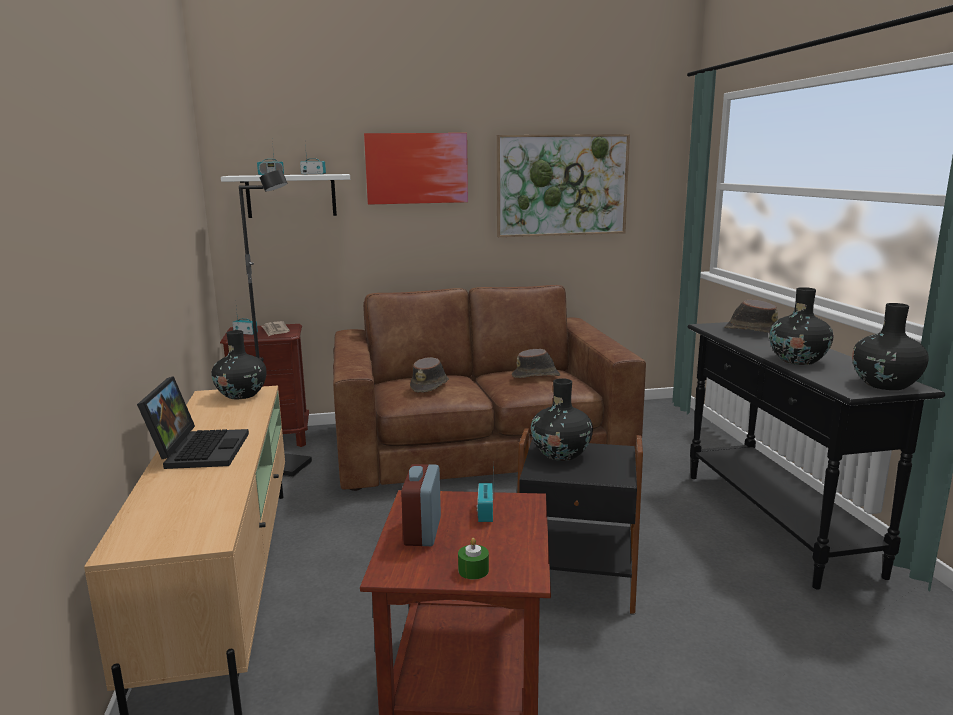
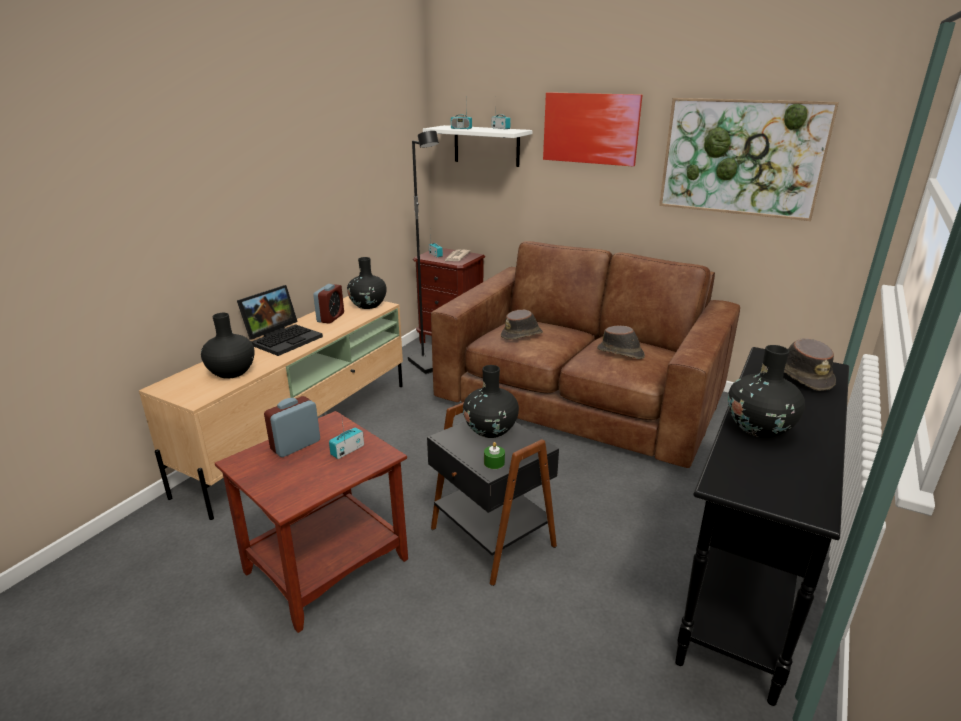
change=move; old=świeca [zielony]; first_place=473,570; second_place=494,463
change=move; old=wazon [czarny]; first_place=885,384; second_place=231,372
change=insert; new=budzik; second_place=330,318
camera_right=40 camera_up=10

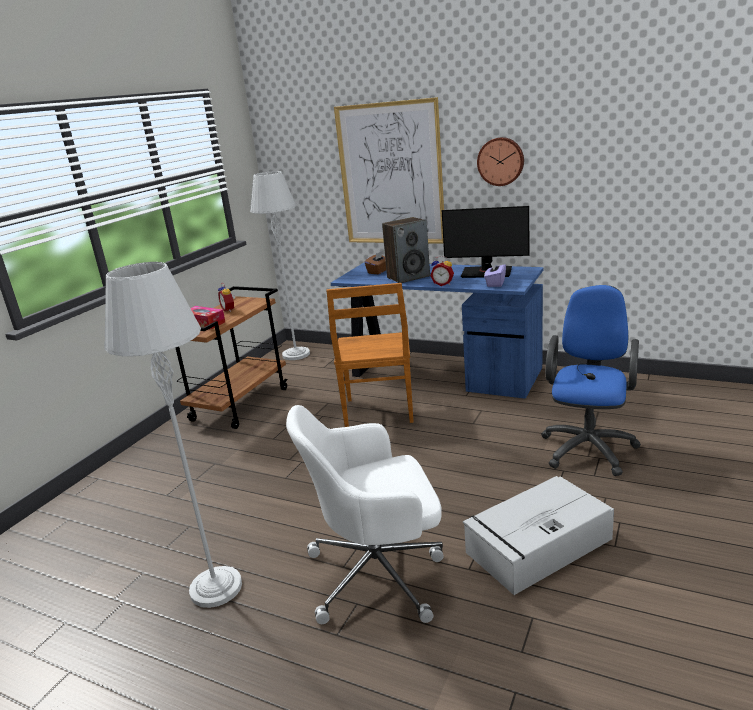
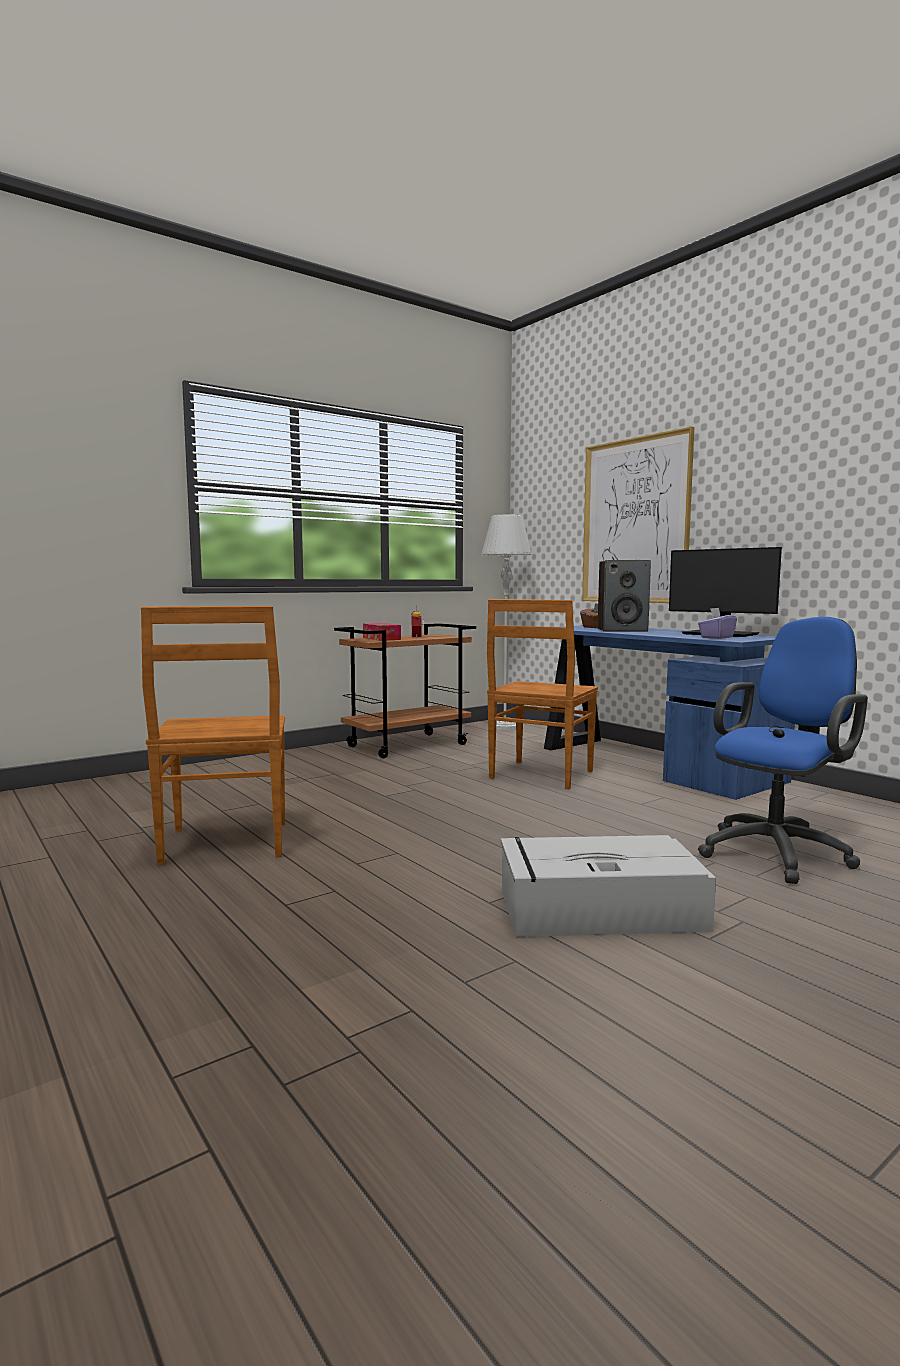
change=replace; old=lampa stojąca [szary]; new=krzesło [brązowy]; first_place=216,588; second_place=225,844
change=delete; old=krzesło biurowe [biały]; first_place=379,573
change=delete; old=budzik; first_place=443,284
change=delete; old=zegar ścienny; first_place=501,161
camera_right=25 camera_up=-15

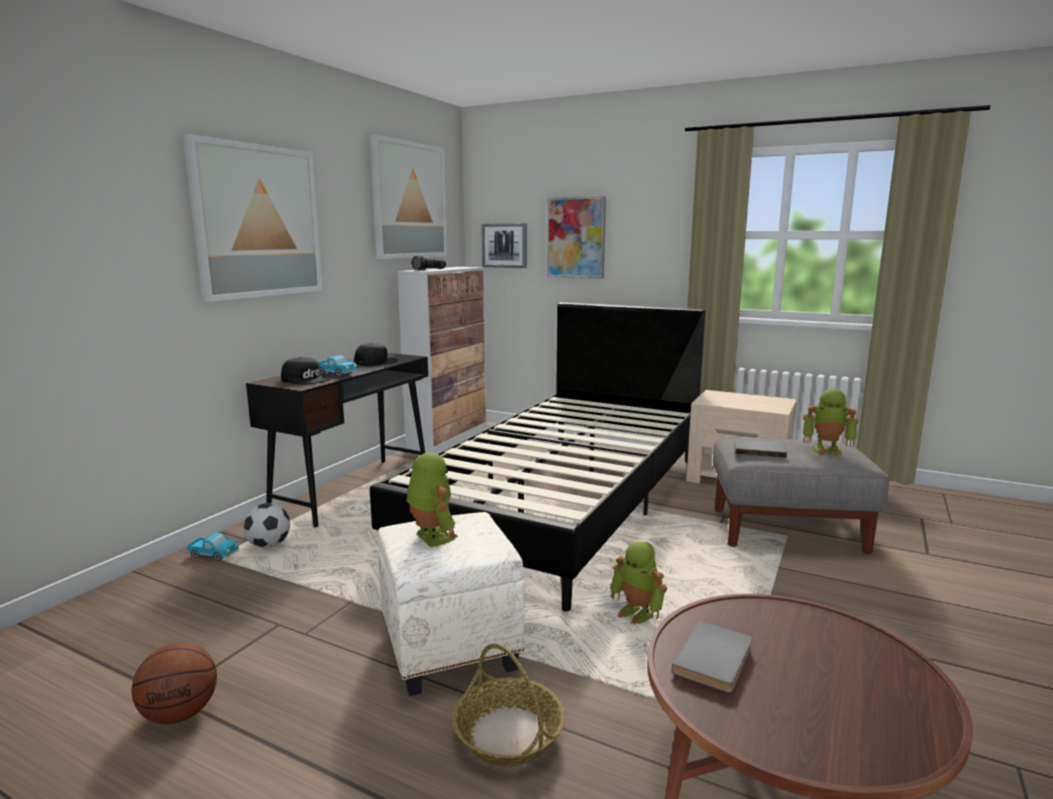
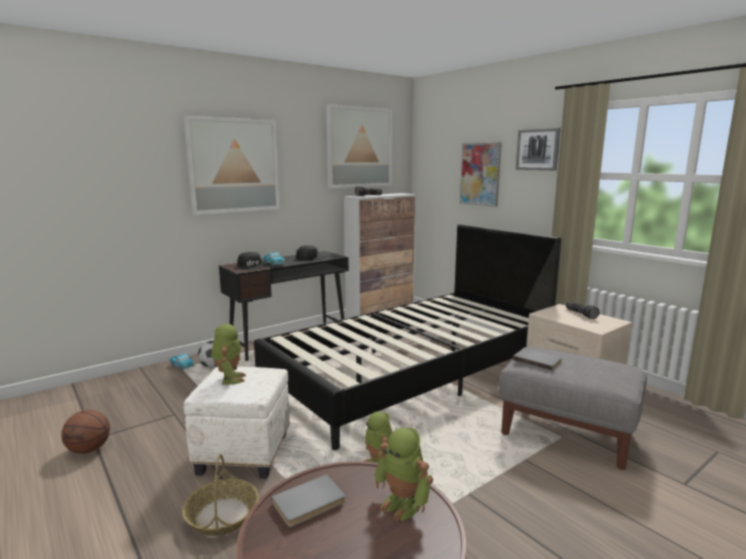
change=move; old=obraz; first_place=504,245; second_place=538,149
change=move; old=robot zabawkowy; first_place=827,450; second_place=403,504
change=insert; new=latarka; second_place=581,314
camera_right=25 camera_up=0

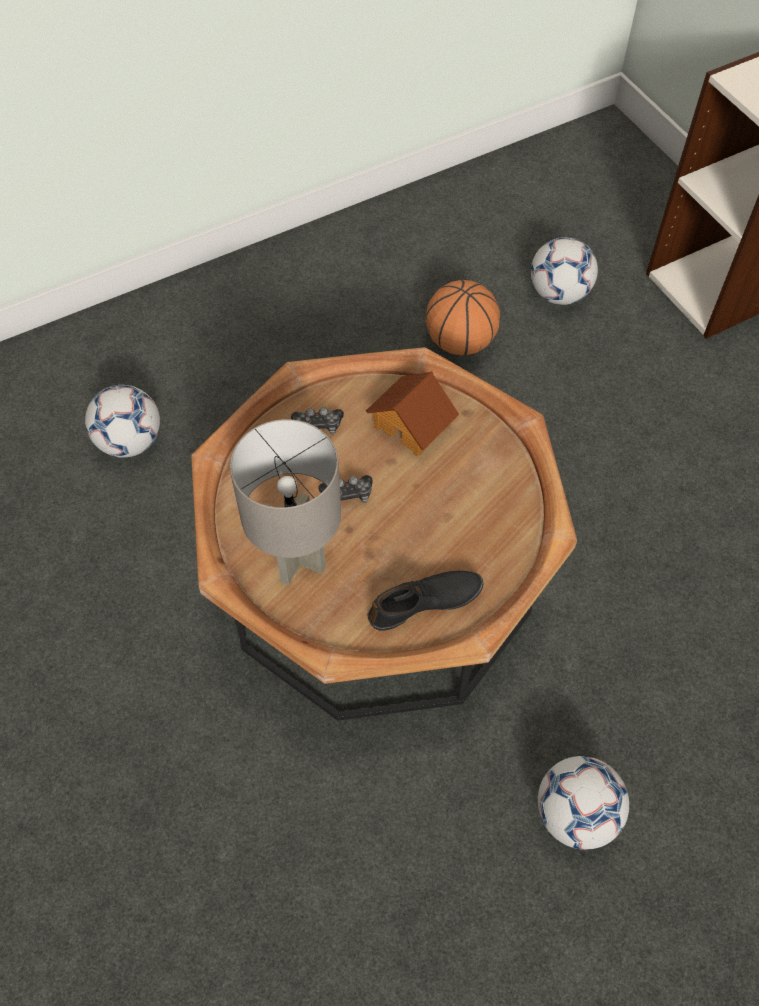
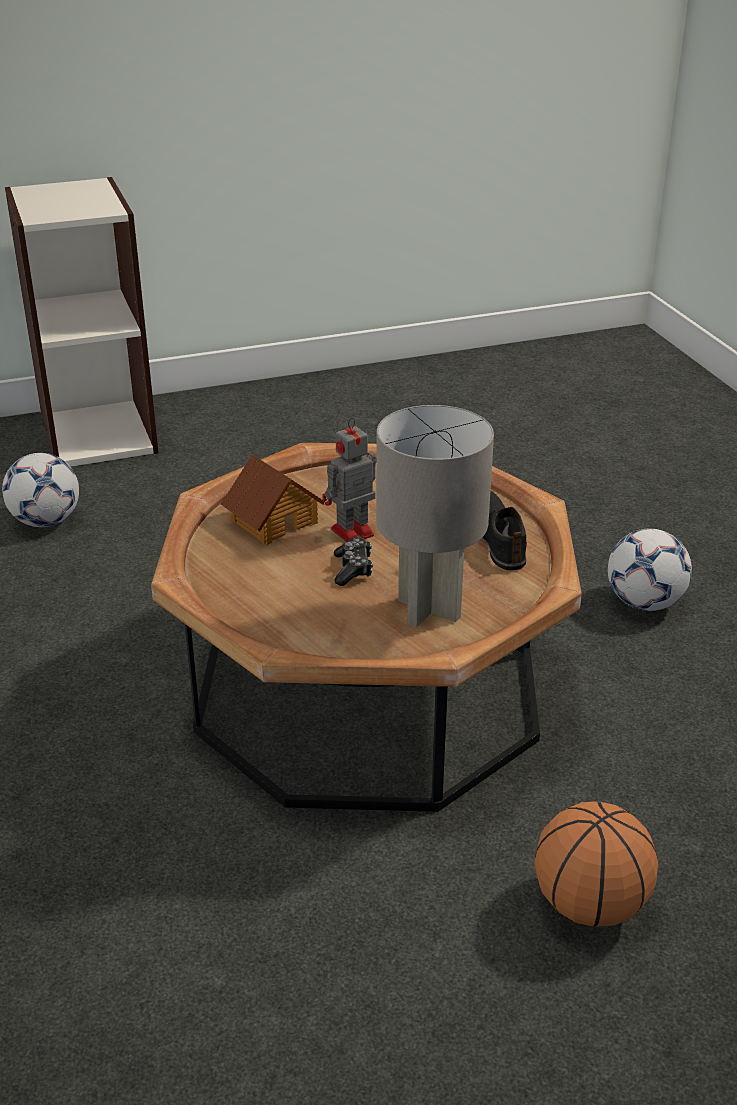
change=delete; old=piłka futbolowa; first_place=130,442
change=delete; old=pad do gier; first_place=318,426
change=move; old=piłka do koszykówki; first_place=460,342; second_place=590,905
change=insert; new=robot zabawkowy; second_place=350,533
camera_right=-80 camera_up=-25

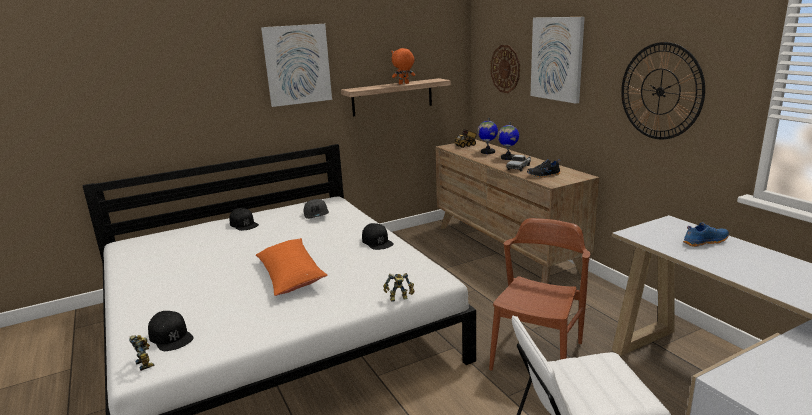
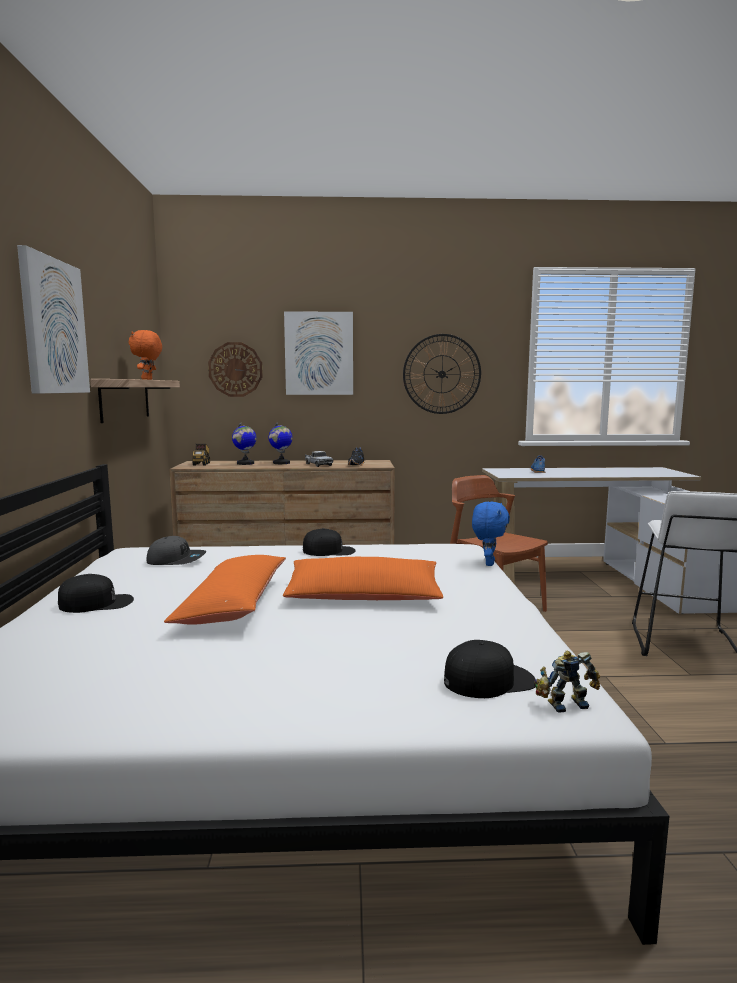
change=replace; old=robot zabawkowy; new=pluszak [niebieski]; first_place=399,298; second_place=488,563
change=insert; new=poduszka [pomarańczowy]; second_place=233,604
camera_right=-65 camera_up=-10

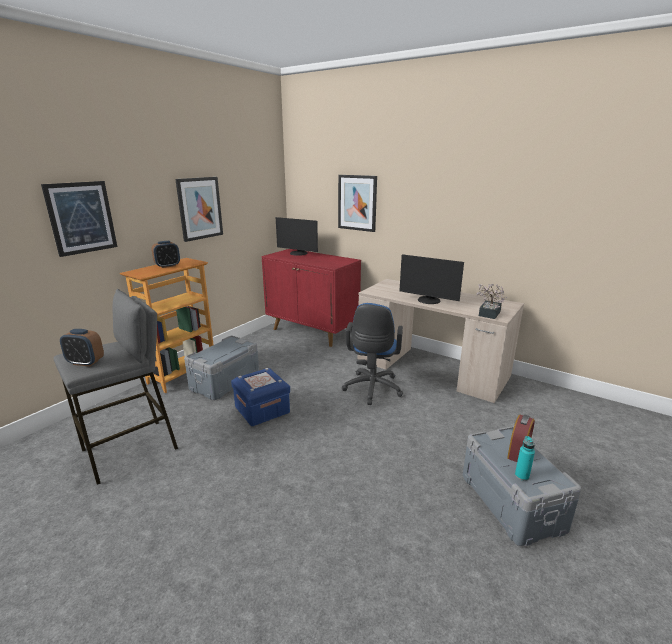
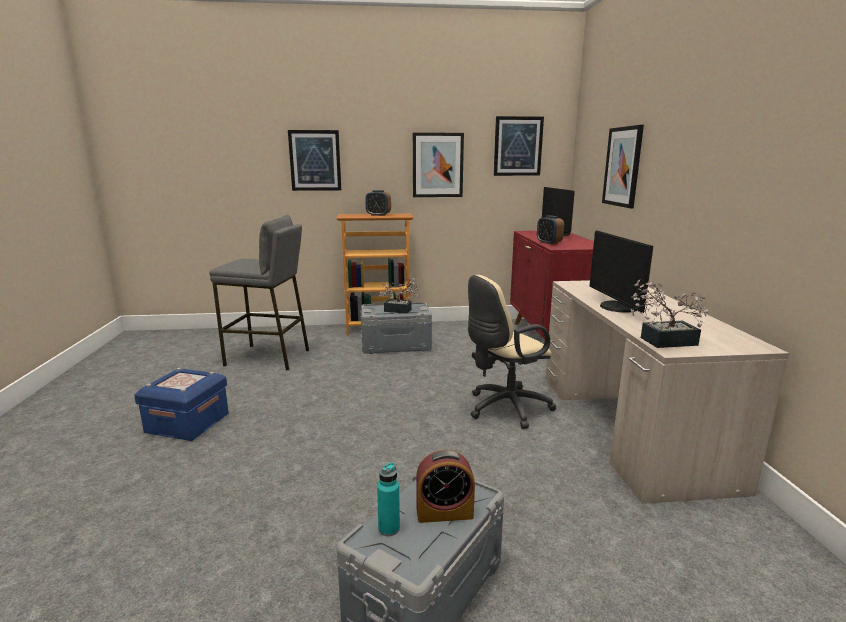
change=move; old=budzik; first_place=85,362; second_place=549,243
change=move; old=pojemnik do przechowywania [niebieski]; first_place=262,410; second_place=187,423
change=recolor; old=krzesło biurowe [niebieski]; new=krzesło biurowe [beżowy]; first_place=372,390; second_place=504,408
change=insert; new=roślina doniczkowa; second_place=401,310
change=insert; new=obraz; second_place=518,146
camera_right=50 camera_up=-5

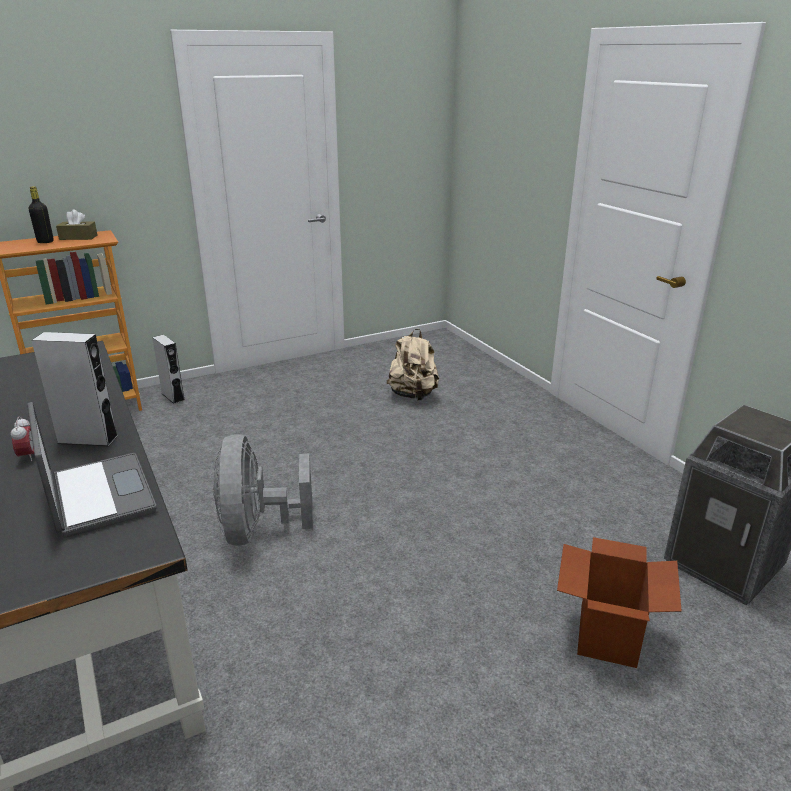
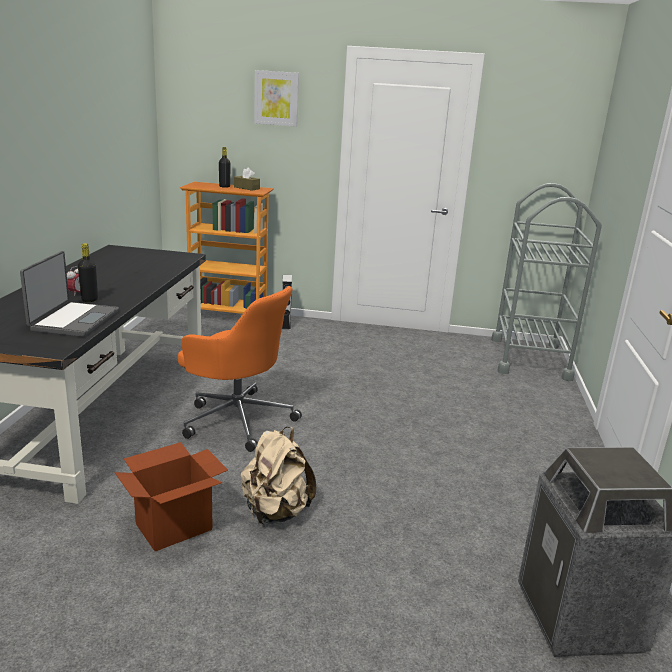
change=delete; old=głośnik [szary]; first_place=88,439
change=replace; old=wentylator [szary]; new=krzesło biurowe [pomarańczowy]; first_place=258,530; second_place=237,419
change=move; old=plecak [beżowy]; first_place=413,395; second_place=275,512
change=move; old=karton; first_place=607,634; second_place=174,526
change=insert; new=butelka [czarny]; second_place=89,299
change=insert; new=obraz; second_place=276,98
change=insert; new=wózek [szary]; second_place=529,358
camera_right=35 camera_up=-5

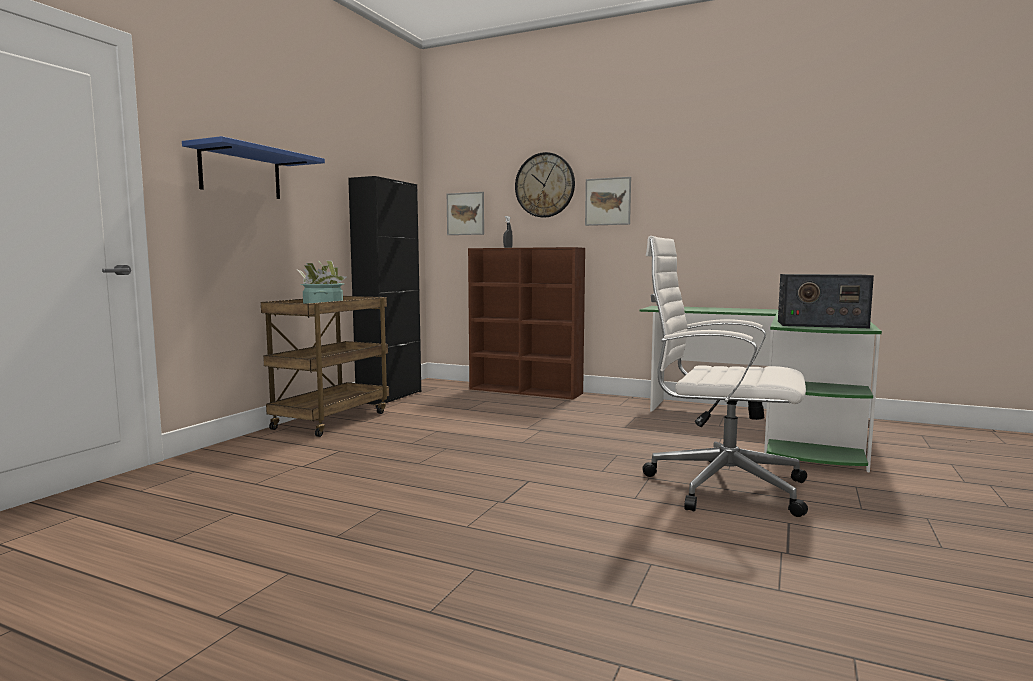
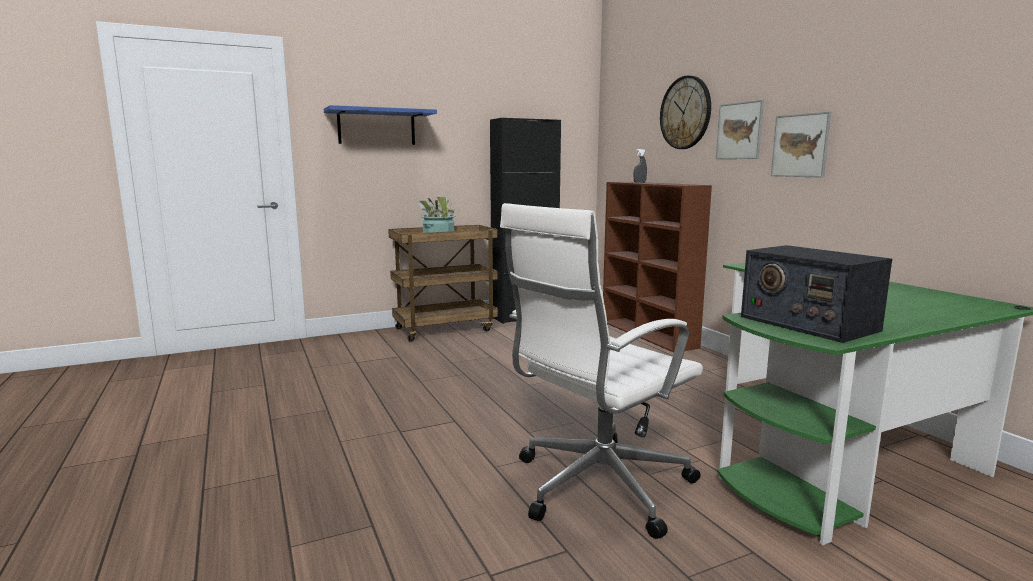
change=move; old=obraz; first_place=465,213; second_place=800,145
change=rotate; old=krzesło biurowe [biały]; first_place=720,485; second_place=597,486; degrees=-105
camera_right=40 camera_up=5

